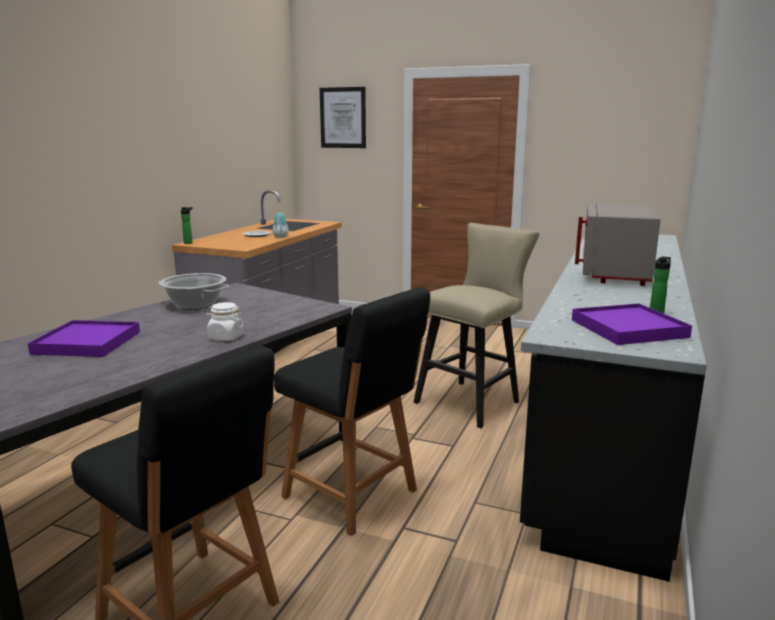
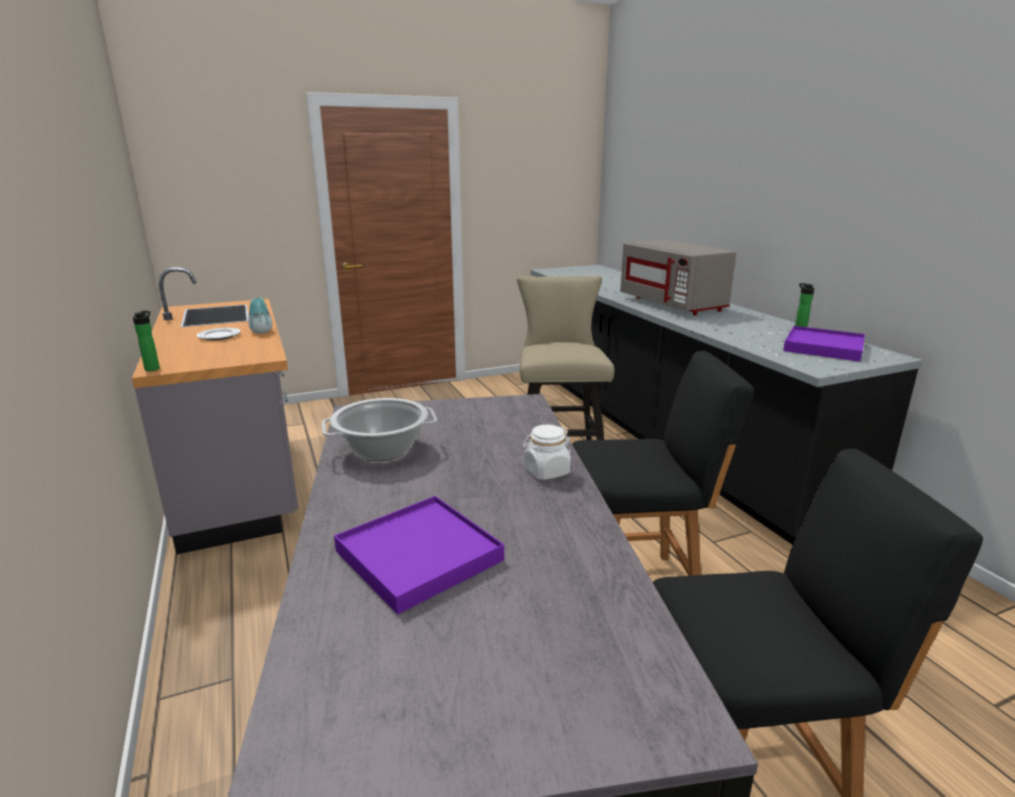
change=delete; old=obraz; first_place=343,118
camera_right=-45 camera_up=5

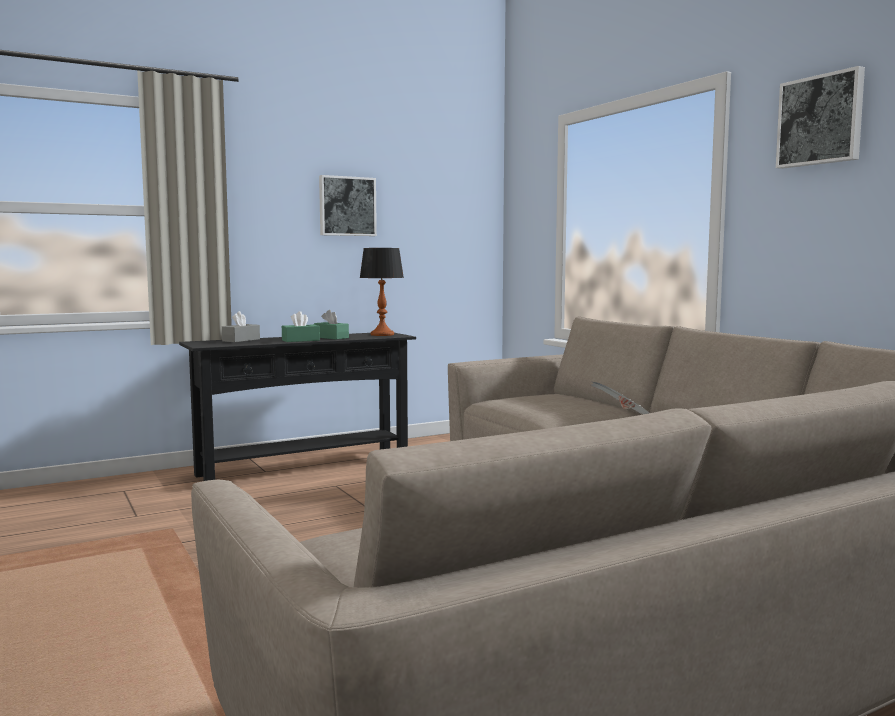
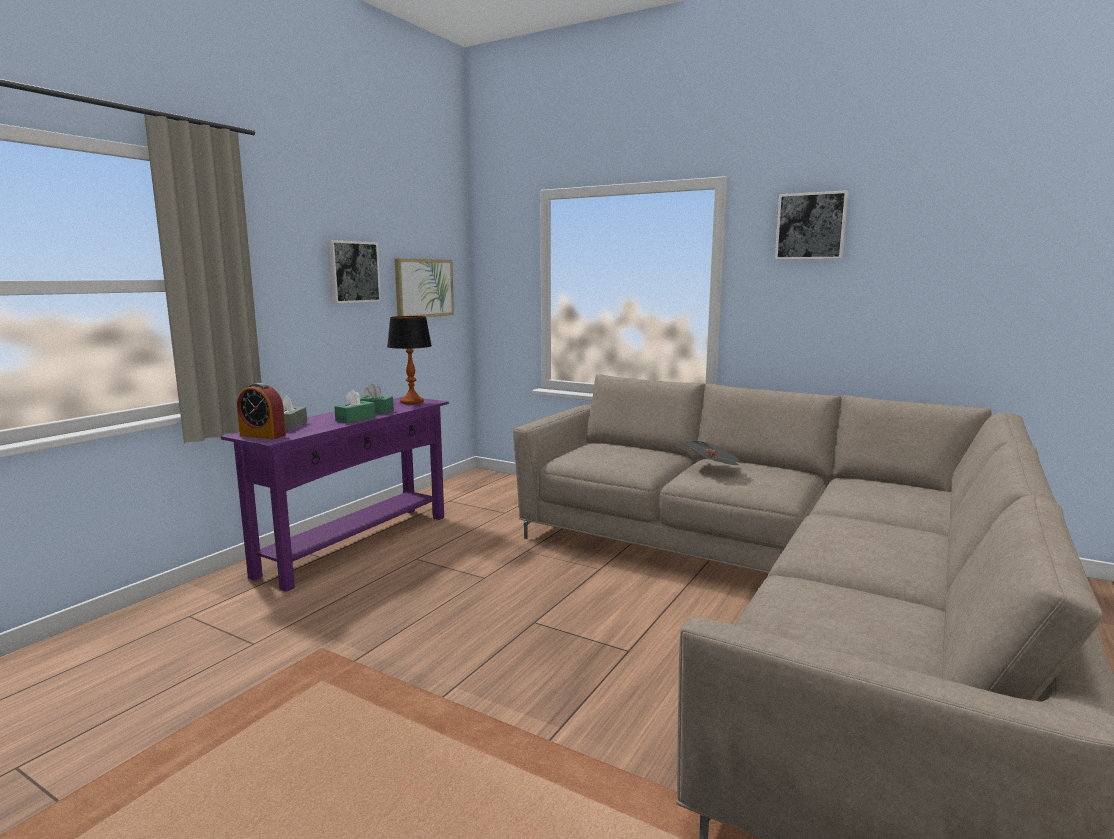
change=recolor; old=stolik konsolowy [czarny]; new=stolik konsolowy [fioletowy]; first_place=304,467; second_place=356,544
change=insert; new=budzik; second_place=263,435
change=insert; new=obraz; second_place=424,288
camera_right=-30 camera_up=5

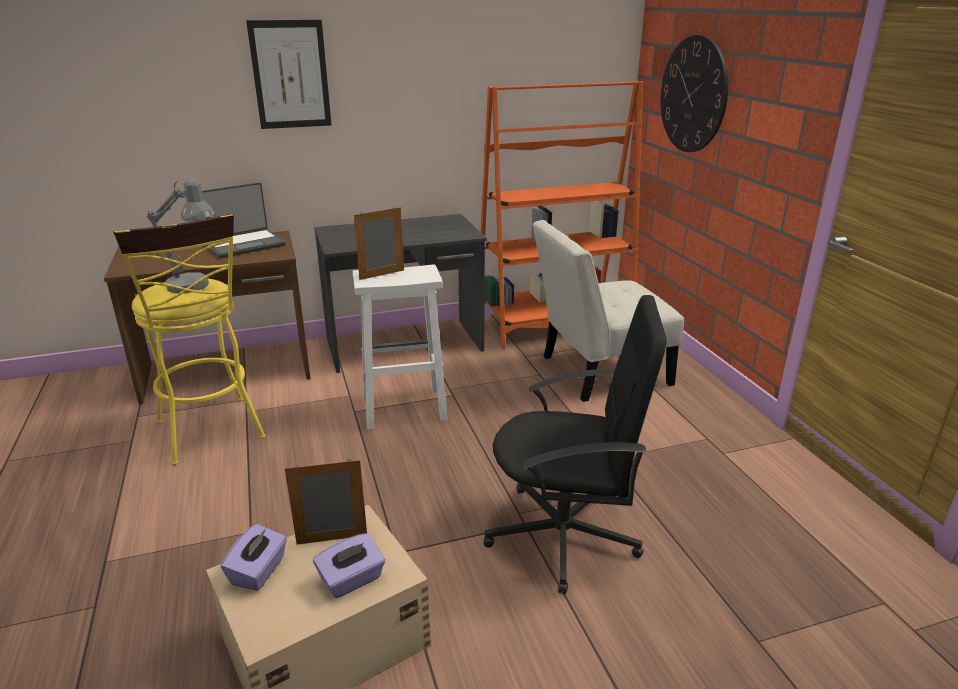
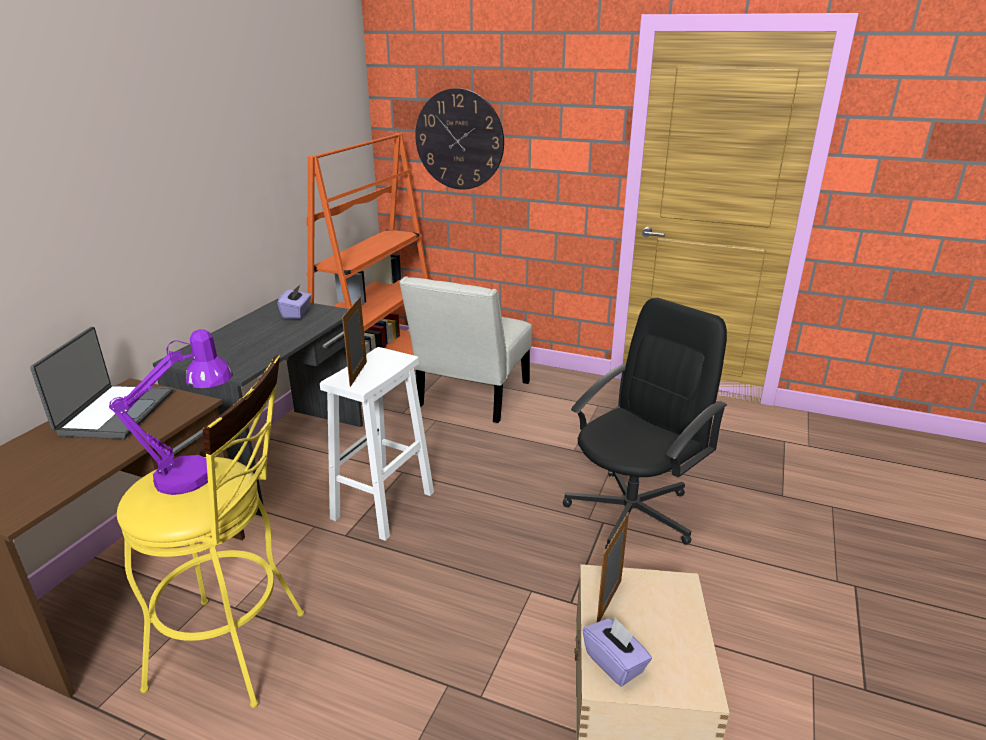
change=recolor; old=lampa stołowa [szary]; new=lampa stołowa [fioletowy]; first_place=195,287; second_place=198,474
change=delete; old=obraz; first_place=290,75
change=move; old=pudełko chusteczek [fioletowy]; first_place=352,580; second_place=297,313
camera_right=-50 camera_up=0

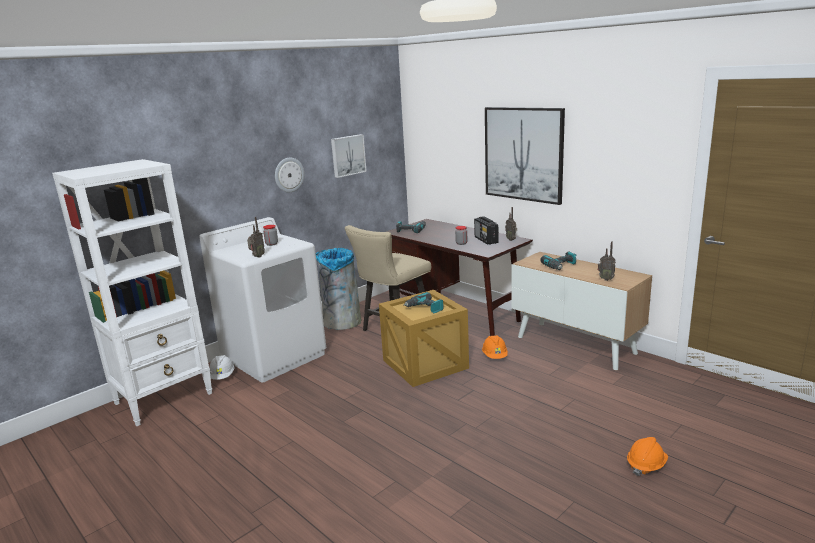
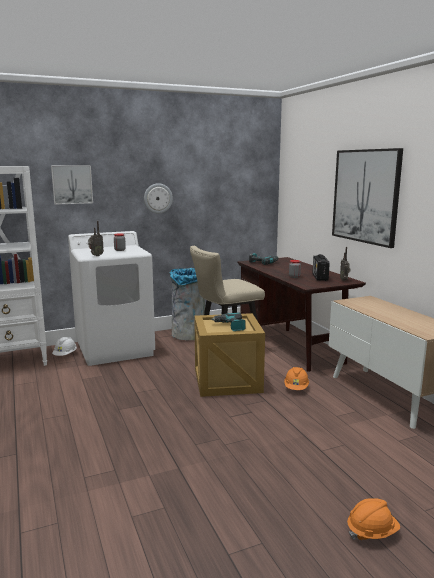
change=move; old=obraz; first_place=347,155; second_place=72,184
change=delete; old=wiertarka; first_place=561,266
change=delete; old=radio; first_place=606,279
camera_right=20 camera_up=-5

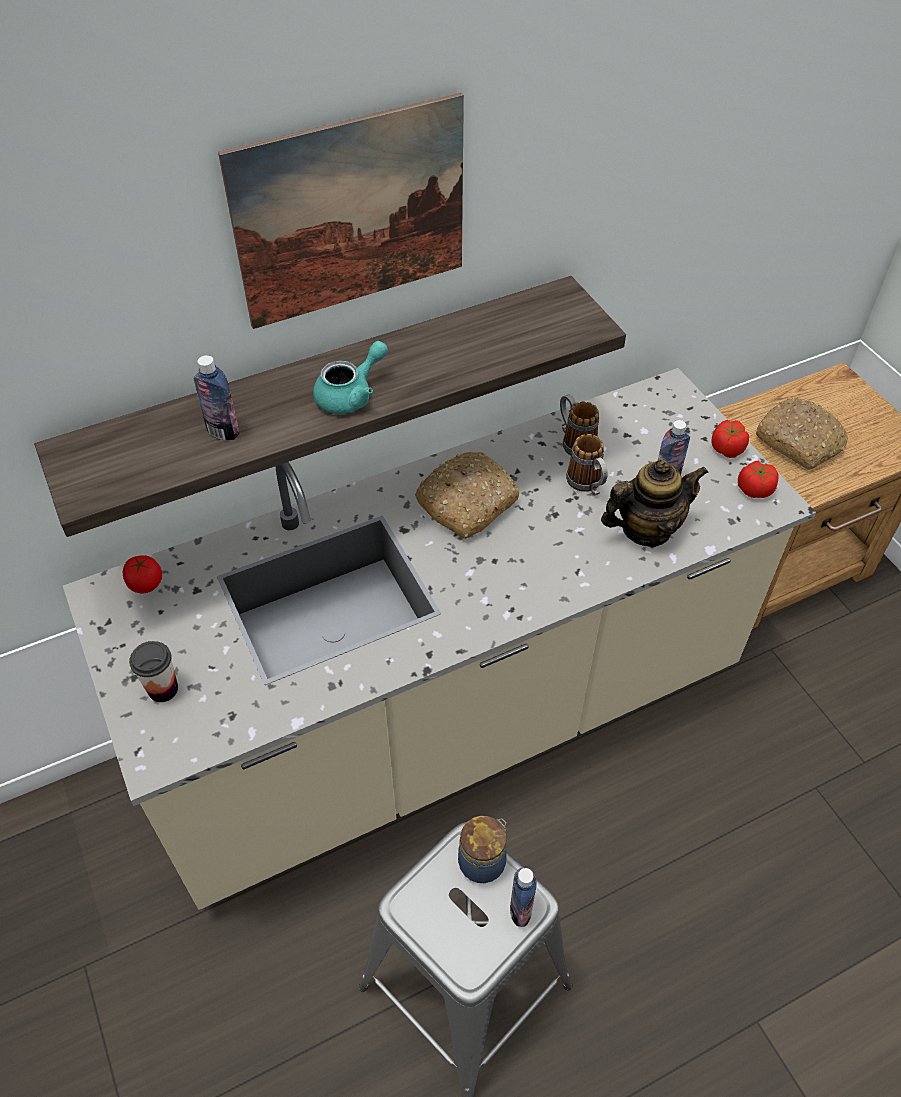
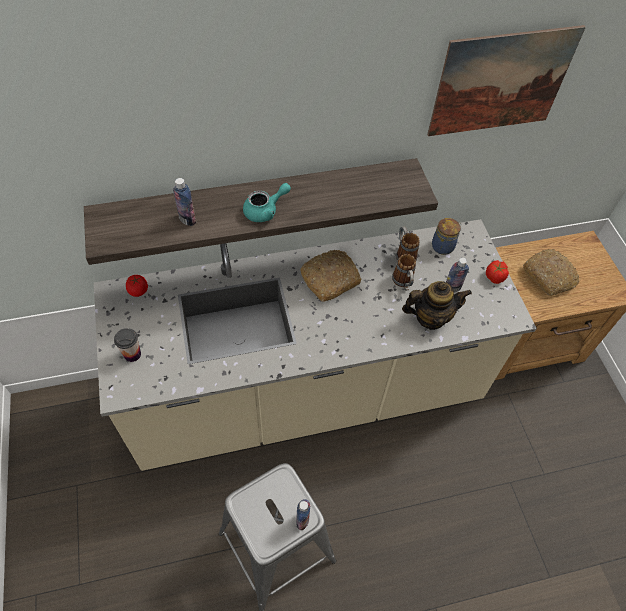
change=move; old=obraz; first_place=351,213; second_place=501,82
change=move; old=słoik; first_place=483,861; second_place=443,246
change=delete; old=pomidor; first_place=754,489
camera_right=10 camera_up=5

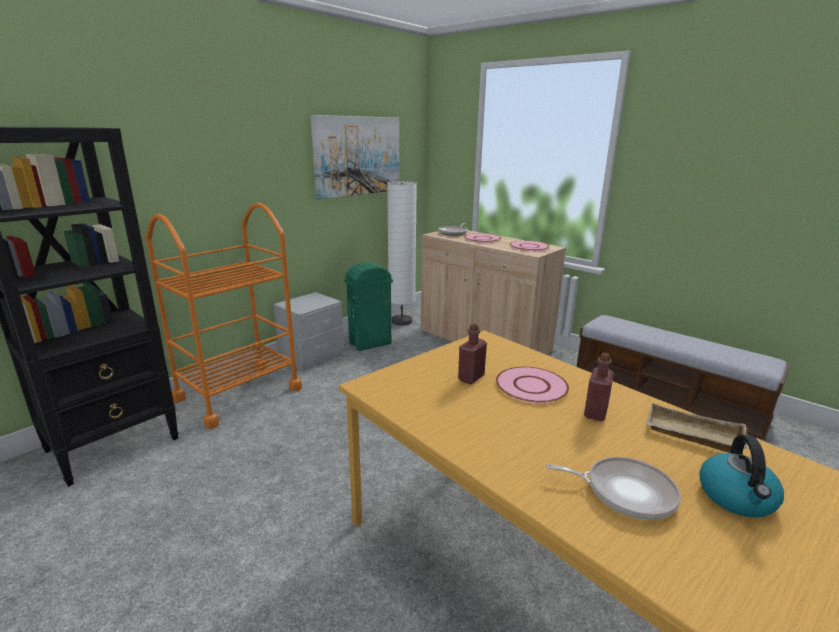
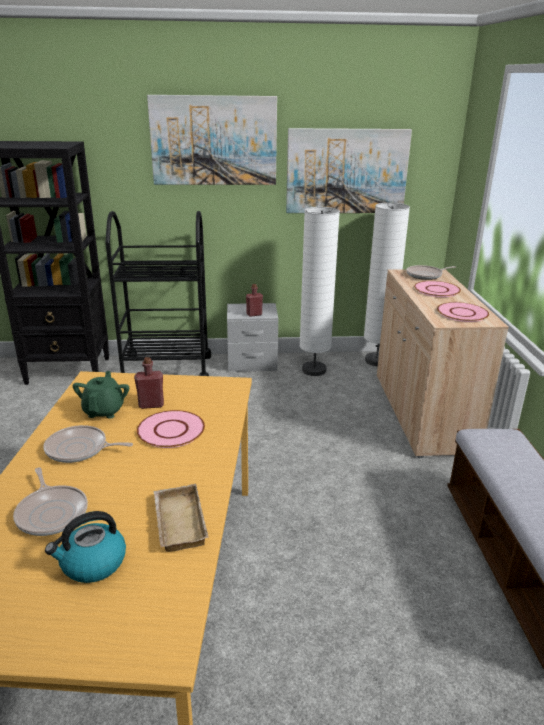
change=recolor; old=wózek [pomarańczowy]; new=wózek [czarny]; first_place=238,394; second_place=167,370
change=replace; old=kosz na śmieci [zielony]; new=lampa stojąca [biały]; first_place=370,343; second_place=314,370
change=move; old=butelka [czerwony]; first_place=595,413; second_place=254,314
change=insert; new=patelnia; second_place=79,449
change=insert; new=imbryk [zielony]; second_place=104,411
change=insert; new=obraz; second_place=214,141
camera_right=45 camera_up=5

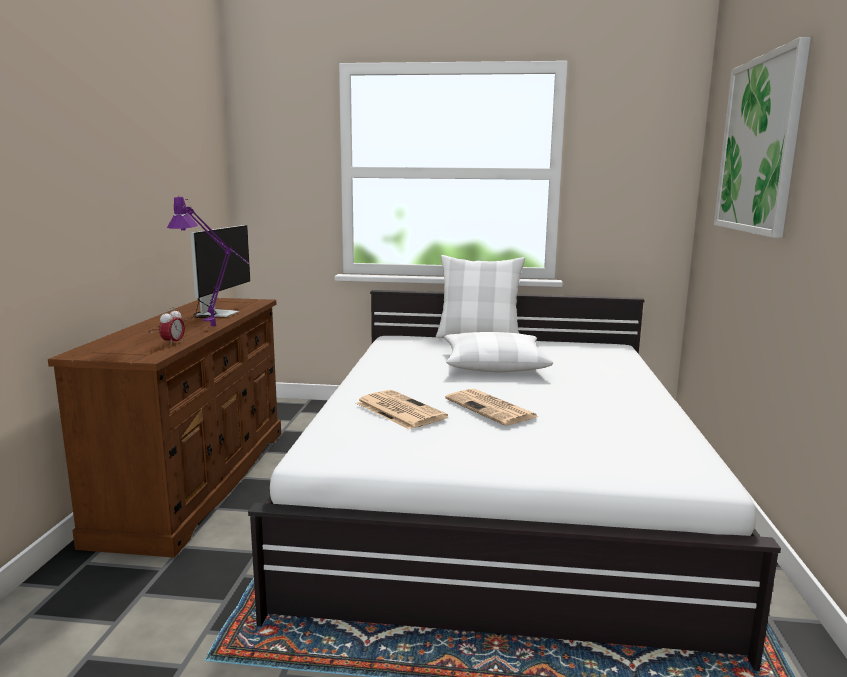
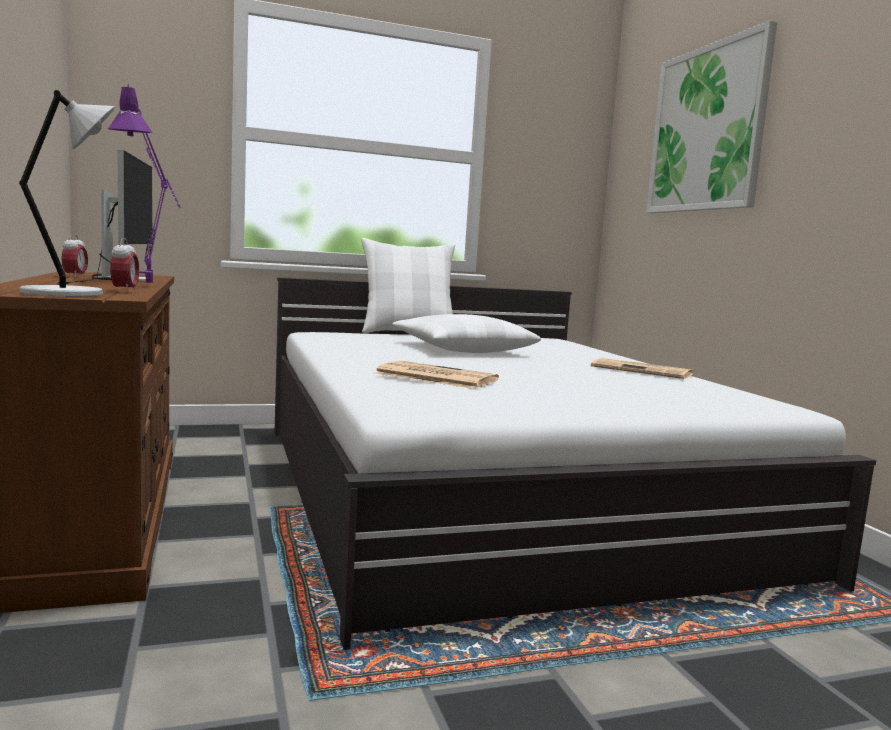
change=move; old=gazeta; first_place=492,408; second_place=643,371
change=insert; new=lampa stołowa [szary]; second_place=68,294
change=insert; new=budzik; second_place=75,276
camera_right=-25 camera_up=-5

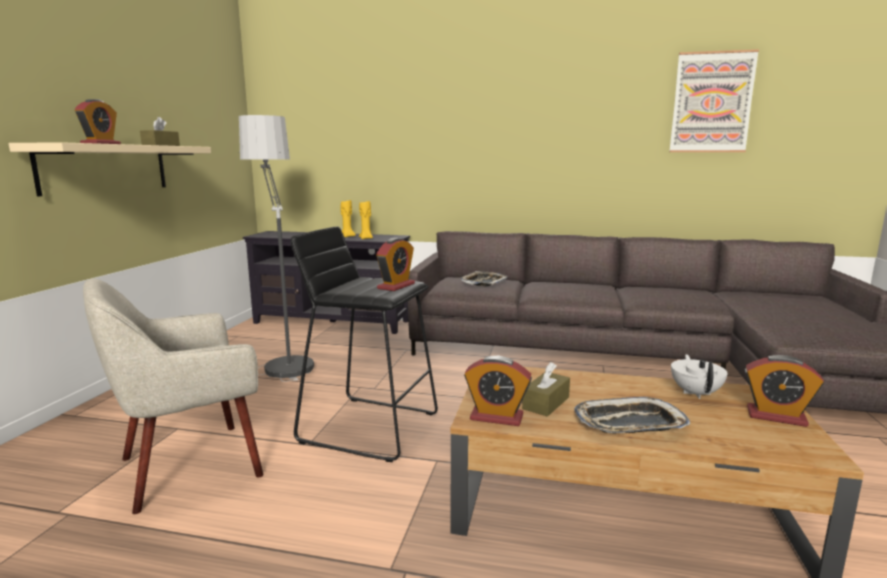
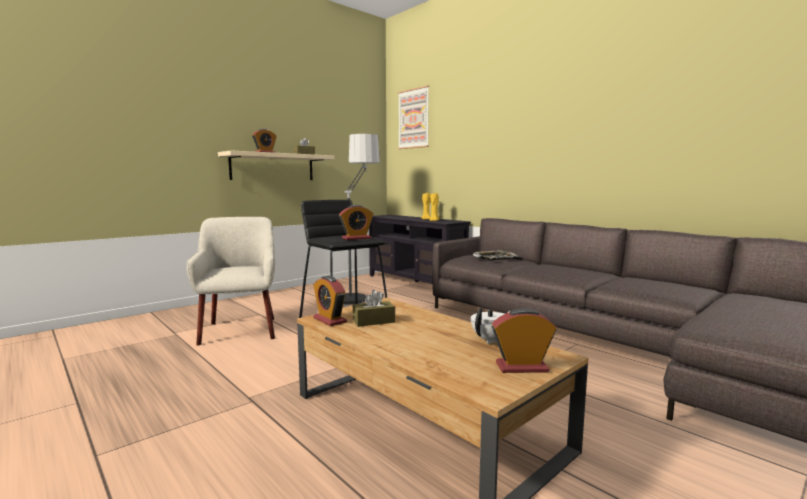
change=rotate; old=fotel [beżowy]; first_place=188,466; second_place=240,330; degrees=75
change=delete; old=taca; first_place=629,424
change=move; old=obraz; first_place=711,103; second_place=413,118
change=rotate; old=budzik; first_place=776,416; second_place=521,367; degrees=120
camera_right=35 camera_up=-5

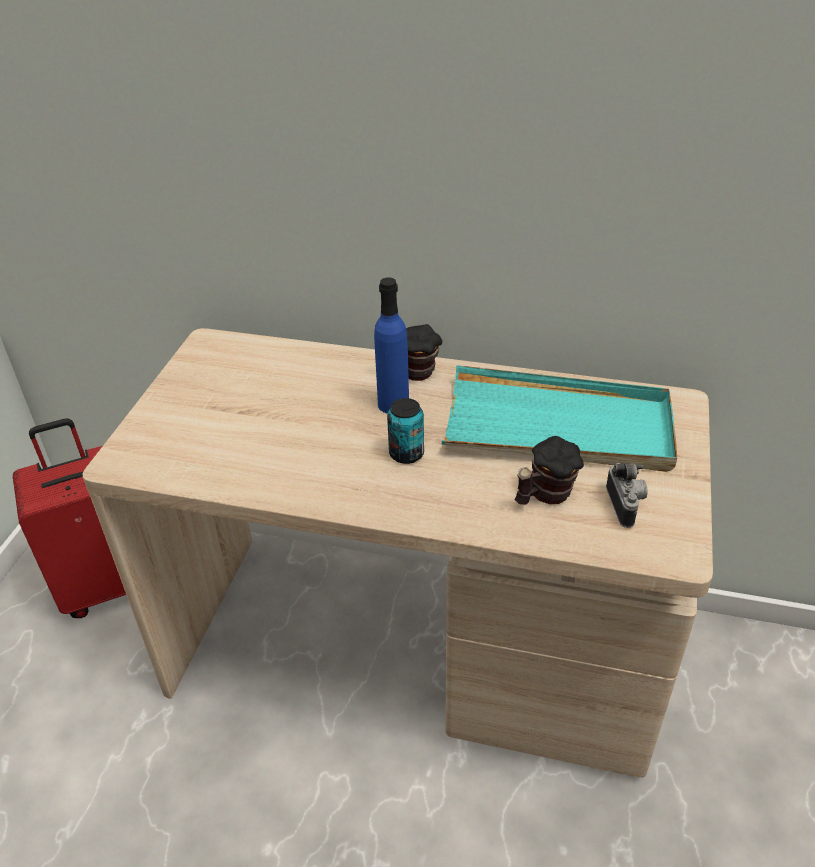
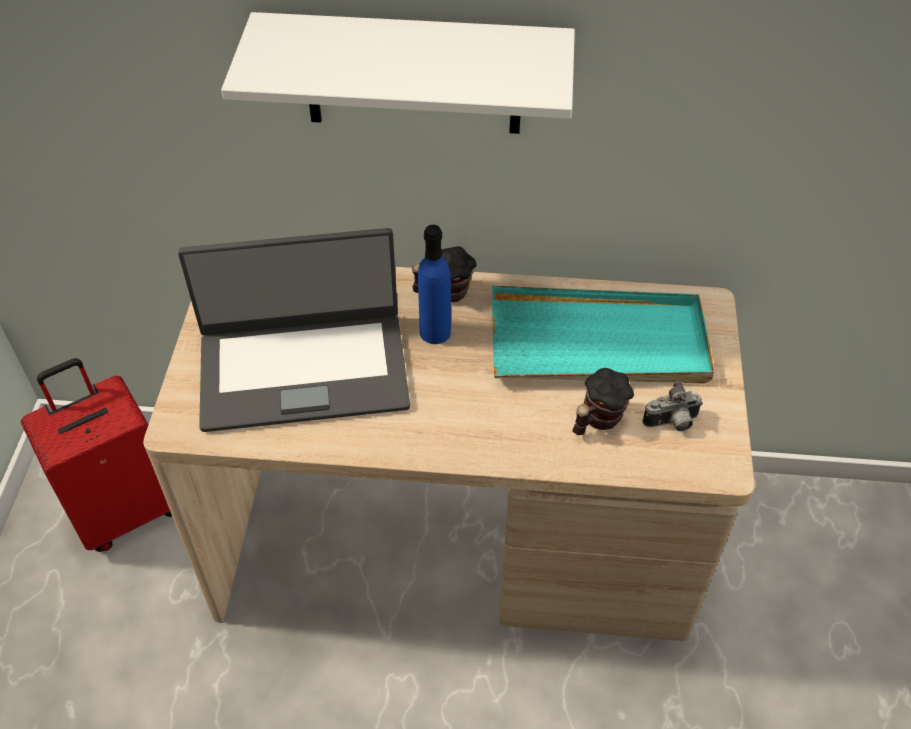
change=delete; old=puszka; first_place=406,454
change=rotate; old=aparat fotograficzny; first_place=626,505; second_place=672,423; degrees=90
change=insert; new=laptop; second_place=303,369
change=insert; new=półka [biały]; second_place=413,74
camera_right=-10 camera_up=10

